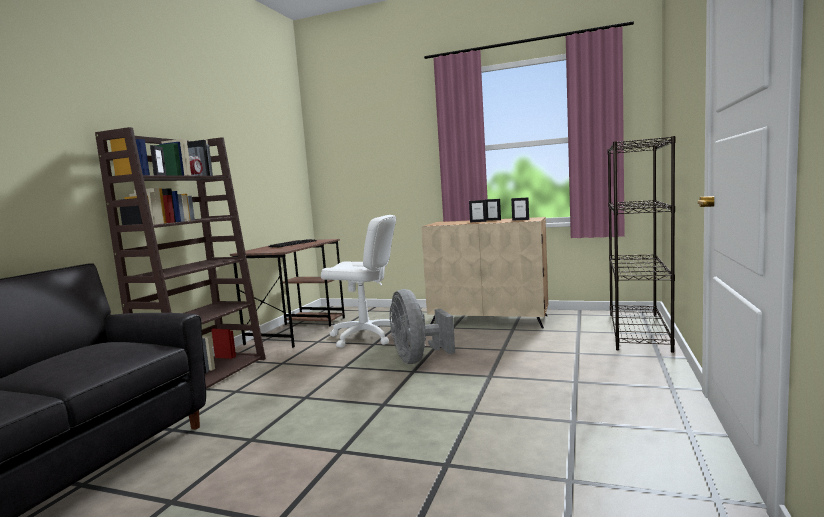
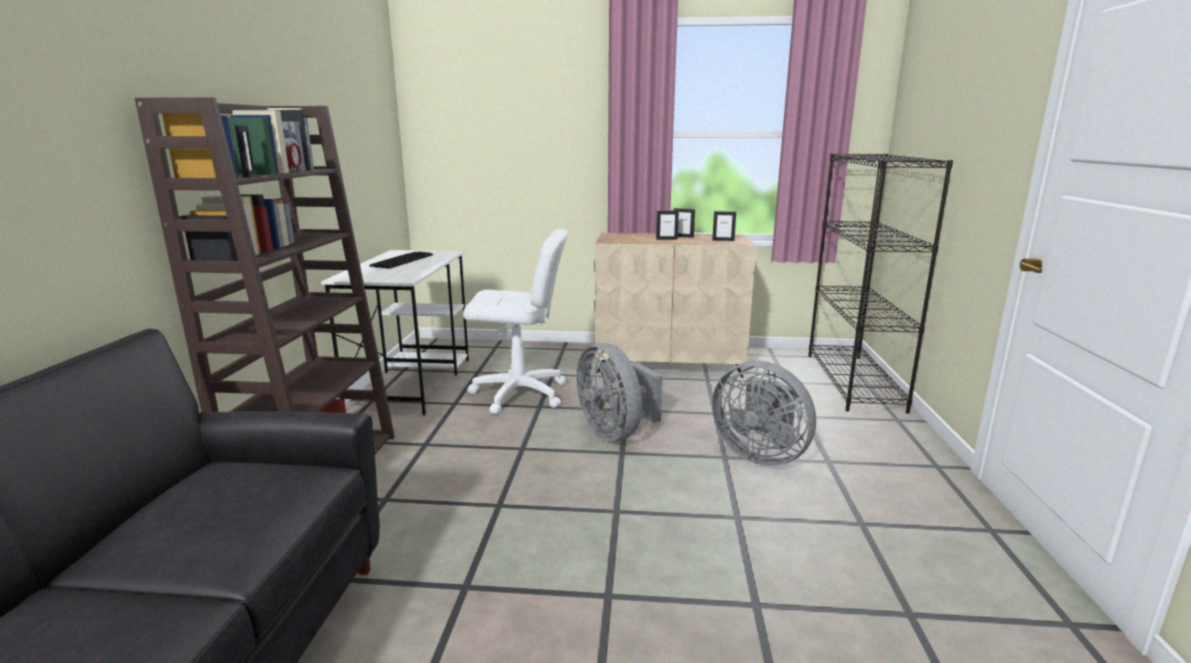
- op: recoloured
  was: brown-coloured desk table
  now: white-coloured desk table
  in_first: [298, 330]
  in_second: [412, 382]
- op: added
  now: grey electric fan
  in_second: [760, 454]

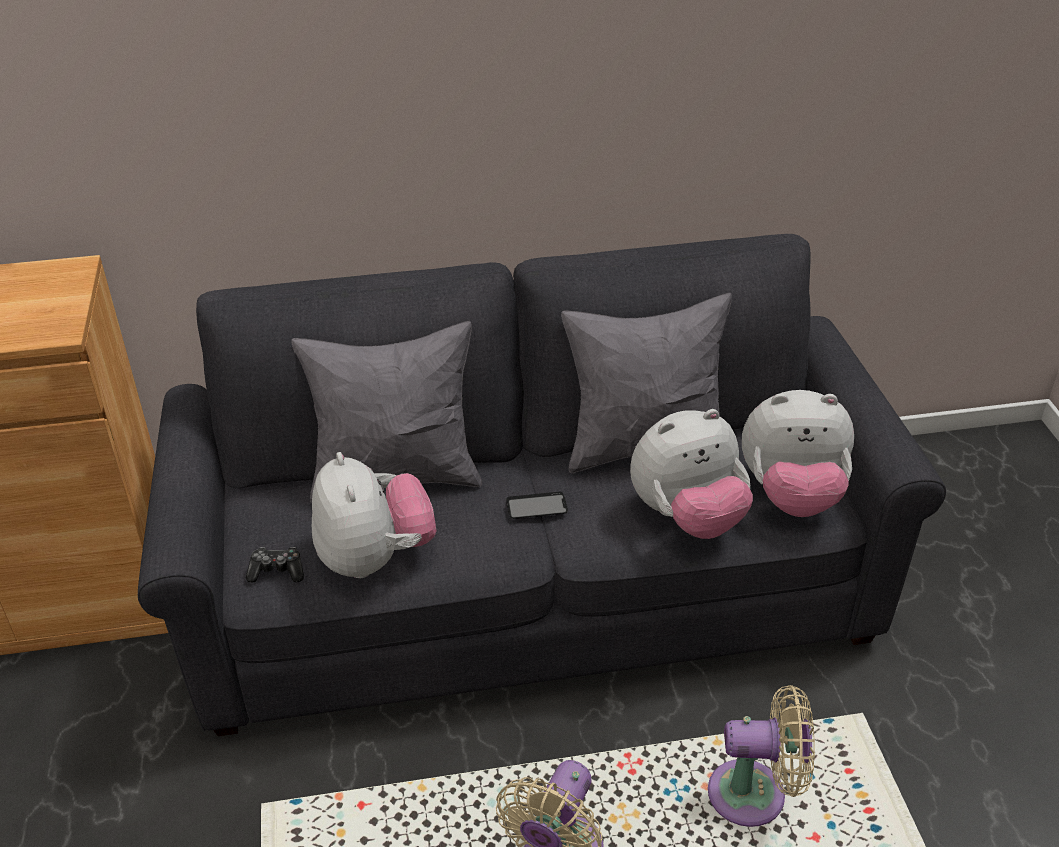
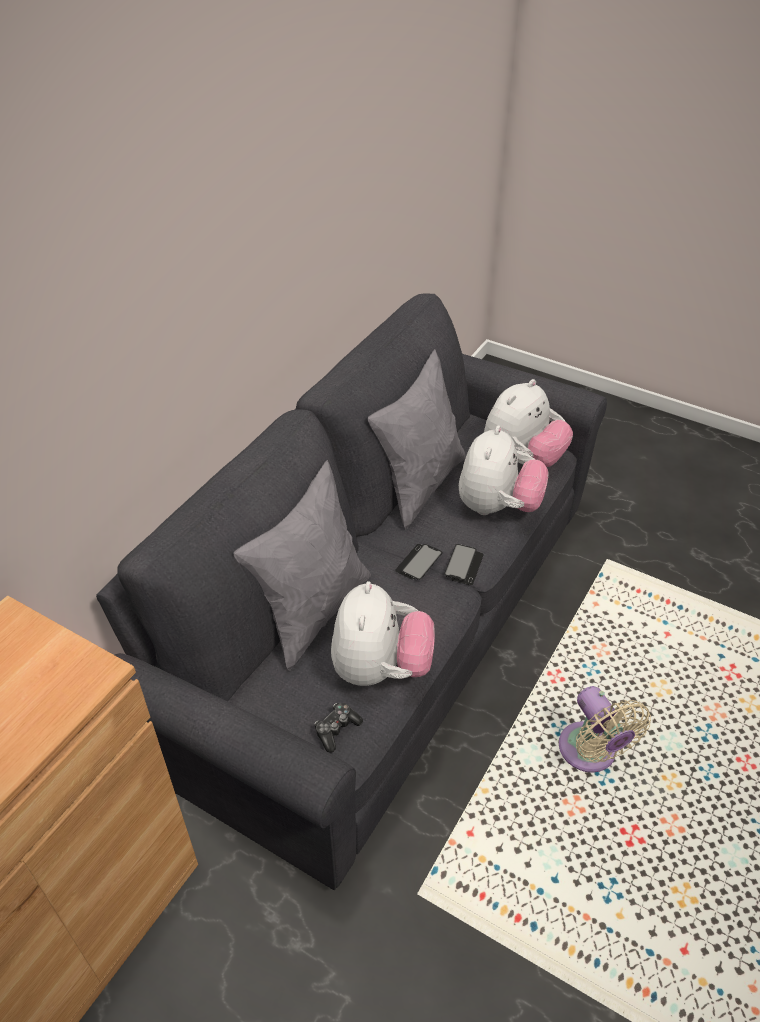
- op: turned
  was: soft toy
  in_first: [375, 558]
  in_second: [380, 668]
  clockwise: 75
- op: removed
  was: sand-coloured electric fan
  in_first: [755, 794]
- op: added
  now: telephone
  in_second: [464, 565]

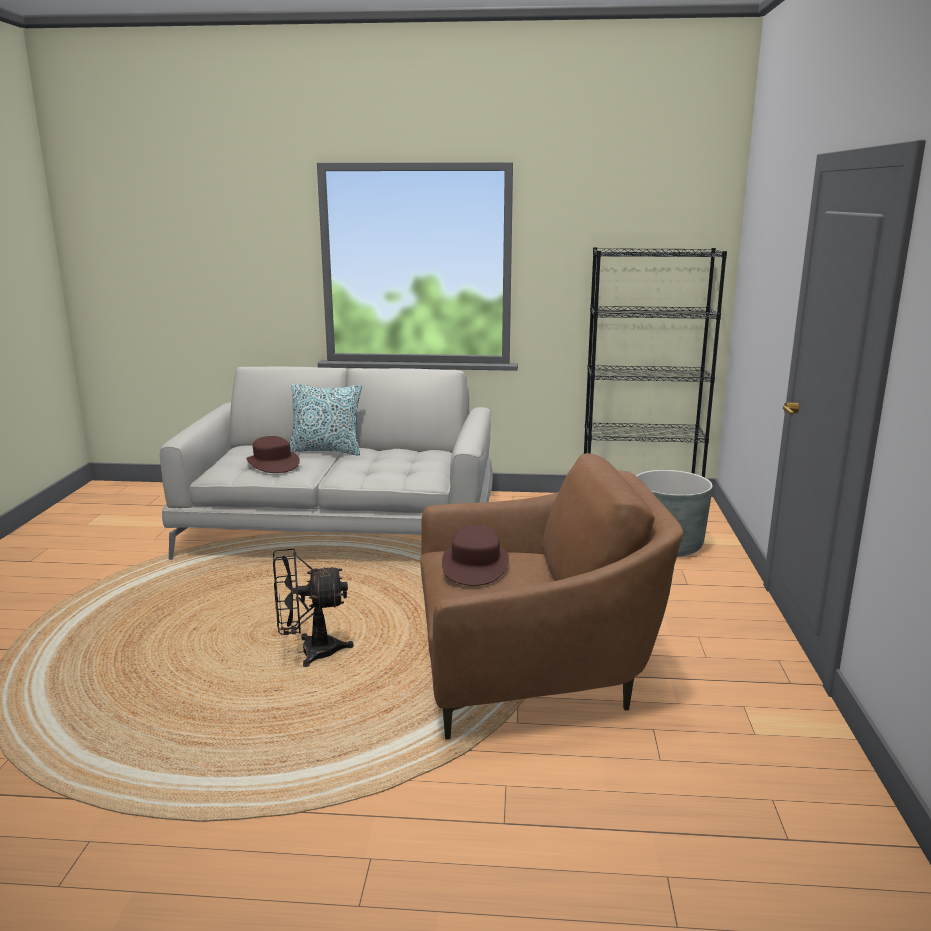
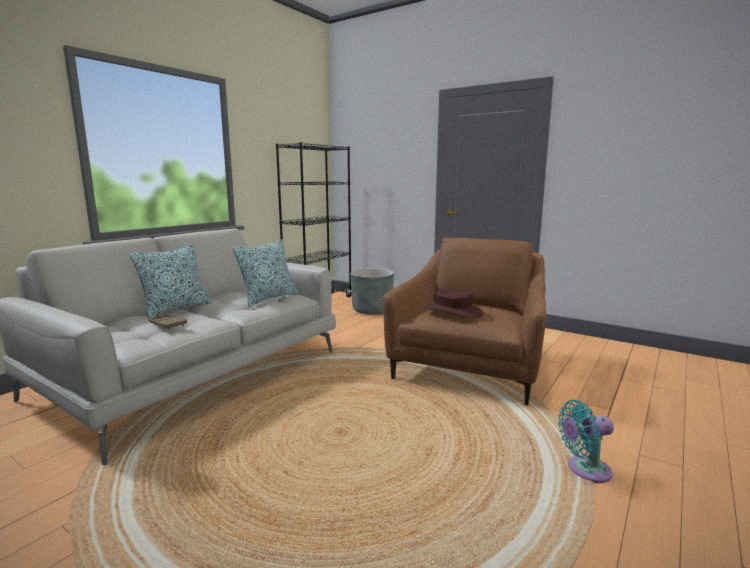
- op: replaced
  was: brown-coloured wearable hat
  now: brown-coloured serving tray
  in_first: [273, 463]
  in_second: [167, 325]
- op: removed
  was: black-coloured electric fan
  in_first: [309, 652]
- op: added
  now: throw pillow
  in_second: [268, 298]
- op: added
  now: turquoise-coloured electric fan
  in_second: [584, 470]

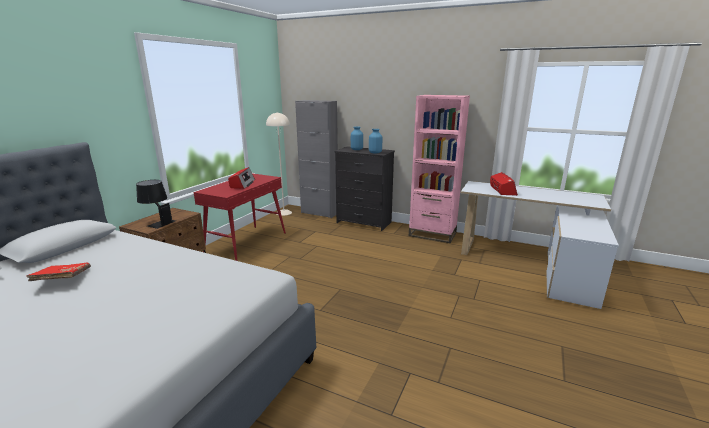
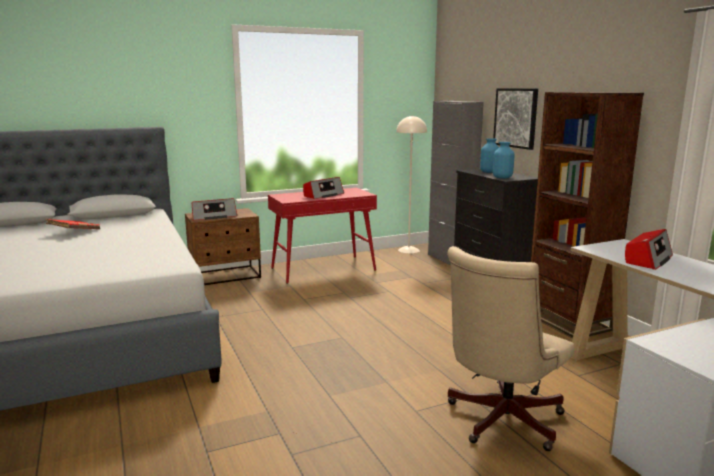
- op: replaced
  was: black-coloured tabletop lamp
  now: radio set
  in_first: [158, 222]
  in_second: [213, 216]
- op: recoloured
  was: pinkish shelving unit
  now: brown-coloured shelving unit
  in_first: [432, 234]
  in_second: [568, 321]
- op: added
  now: sand-coloured computer chair
  in_second: [500, 421]
- op: added
  now: wall art
  in_second: [516, 118]

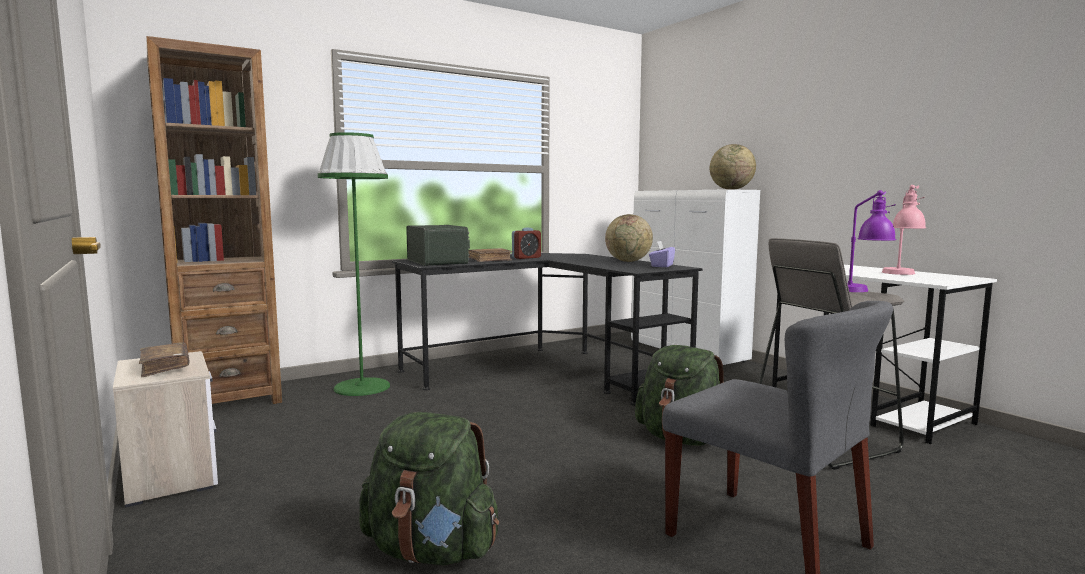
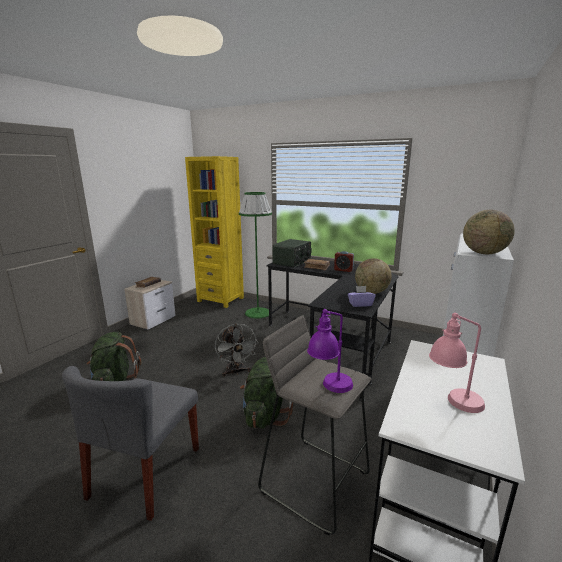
- op: recoloured
  was: brown-coloured shelving unit
  now: yellow shelving unit
  in_first: [228, 400]
  in_second: [220, 299]
- op: added
  now: grey electric fan
  in_second: [236, 372]

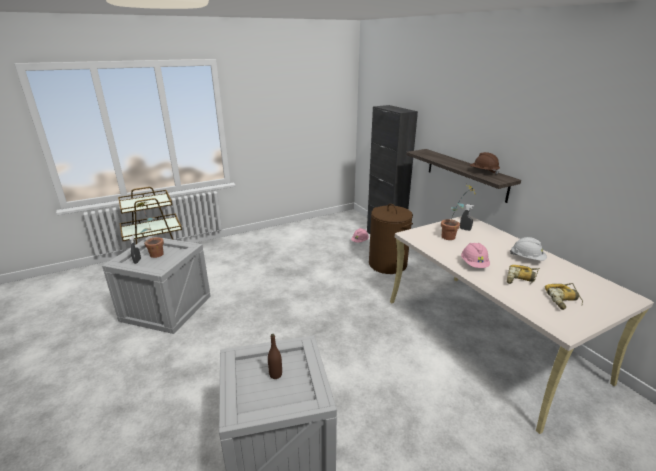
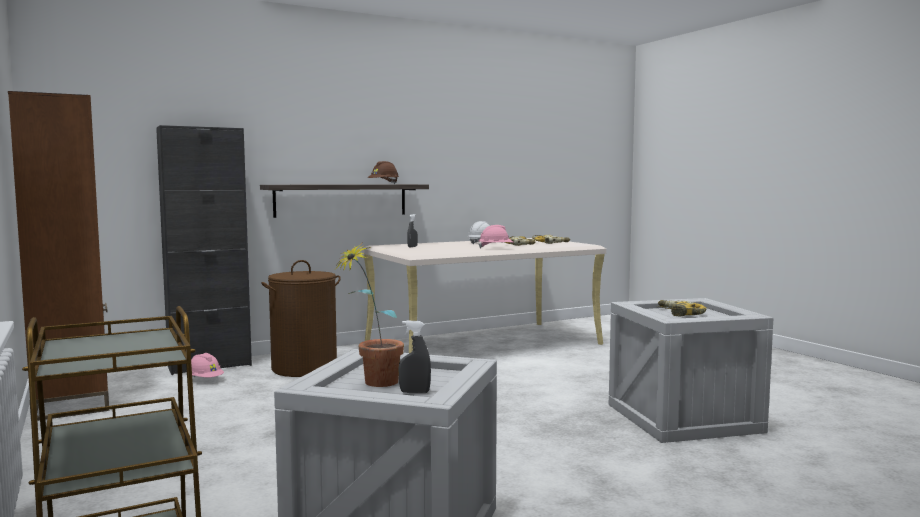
- op: replaced
  was: brown-coloured bottle
  now: power drill
  in_first: [275, 374]
  in_second: [678, 314]
- op: removed
  was: plant in a pot
  in_first: [452, 237]
- op: added
  now: brown-coloured shelving unit
  in_second: [72, 402]

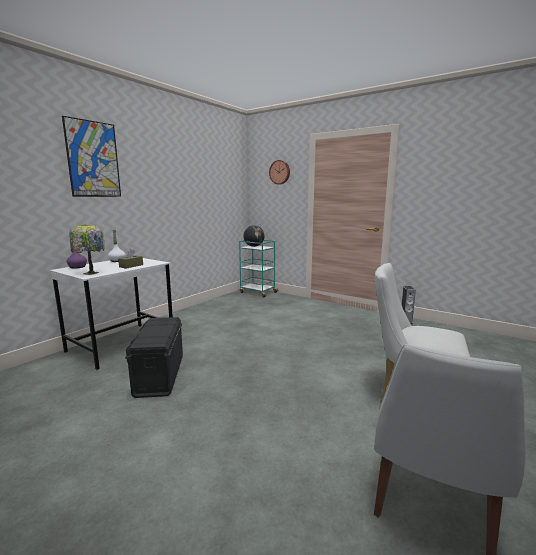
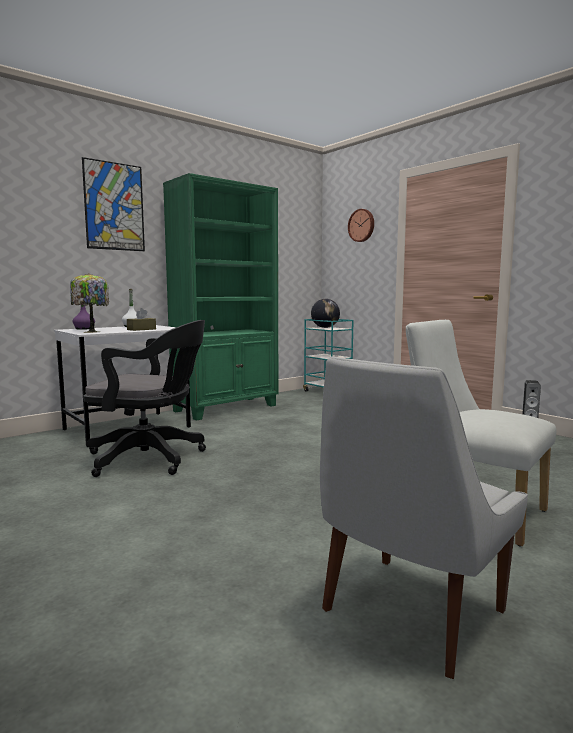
- op: replaced
  was: black-coloured storage bin
  now: black-coloured computer chair
  in_first: [159, 376]
  in_second: [151, 459]
- op: added
  now: greenish shelving unit
  in_second: [227, 408]

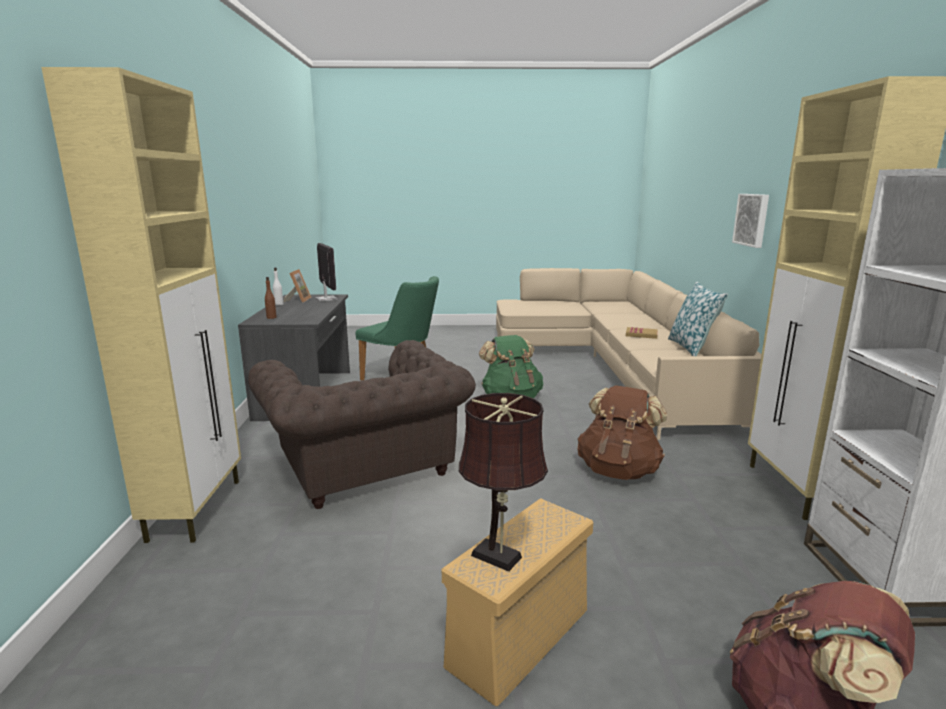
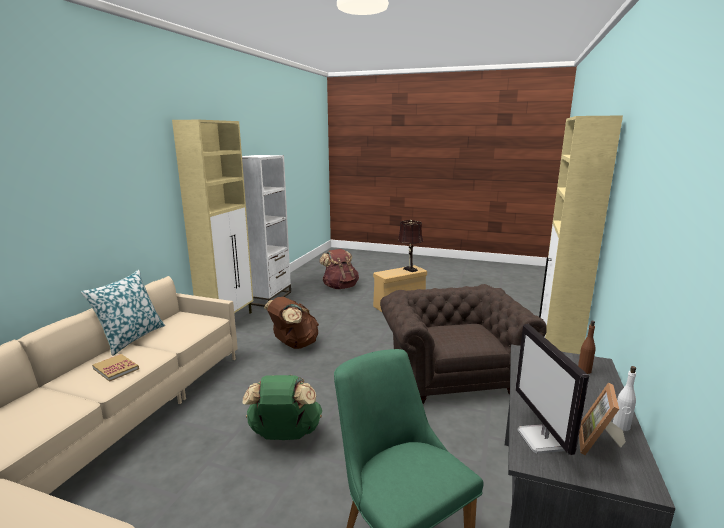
- op: removed
  was: wall art
  in_first: [752, 220]

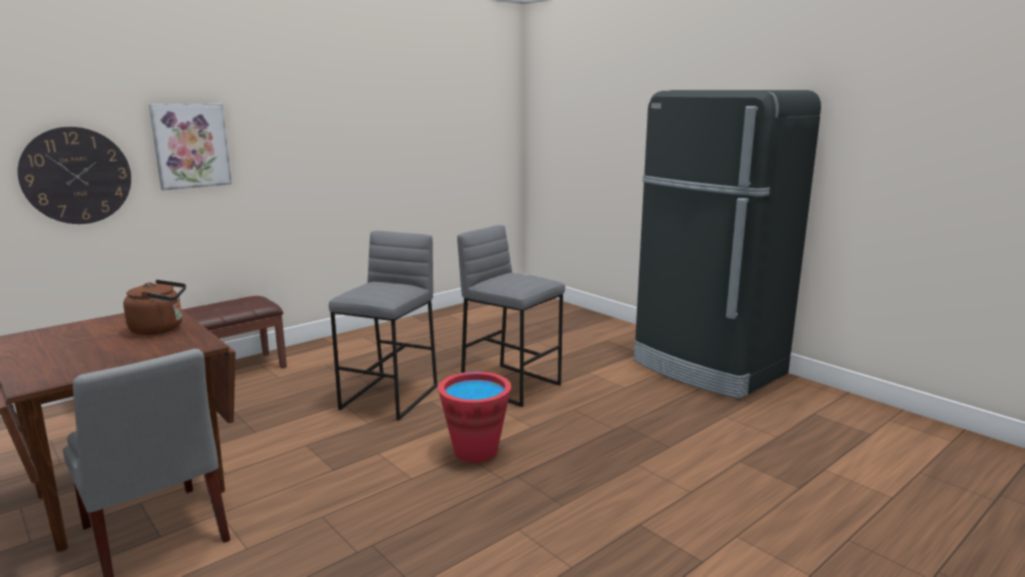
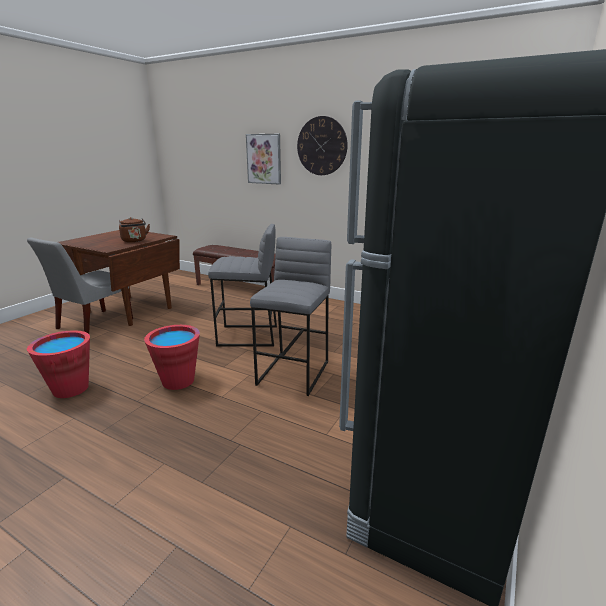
- op: moved
  was: hanging clock
  in_first: [76, 175]
  in_second: [322, 146]
- op: added
  now: red-coloured water bucket
  in_second: [70, 389]

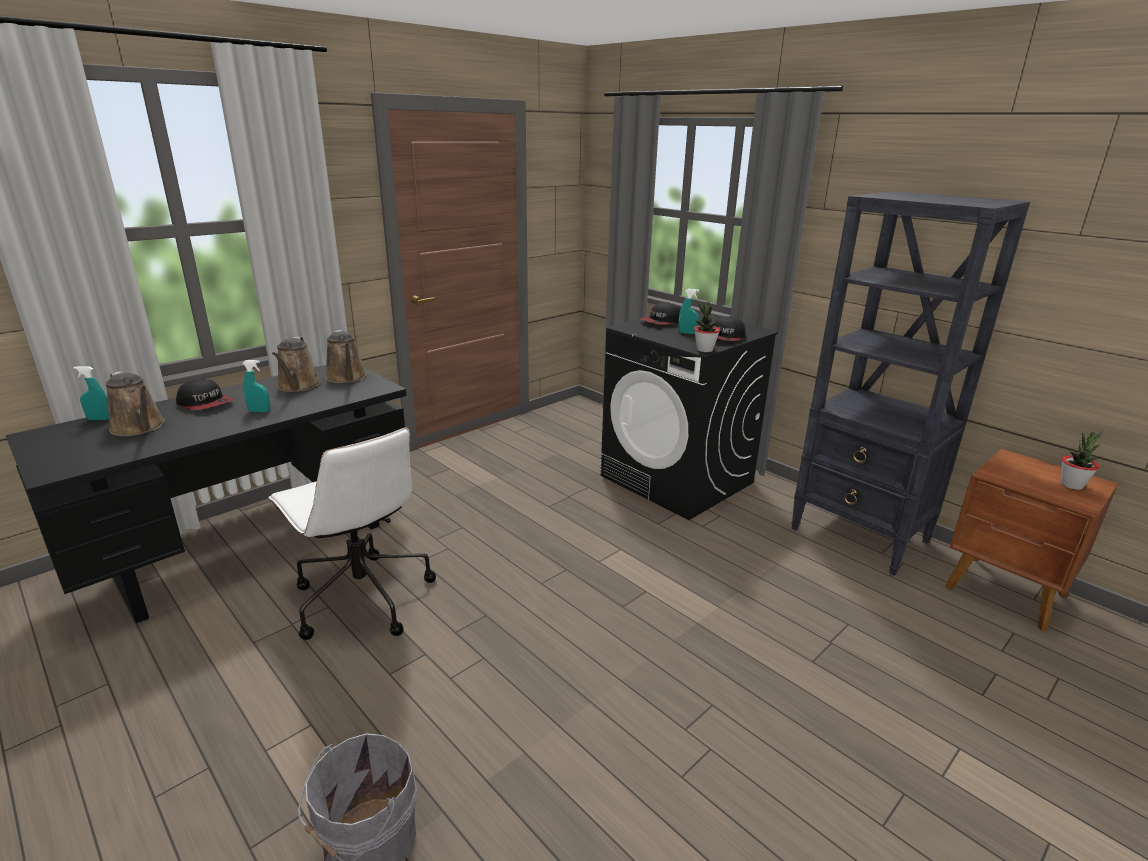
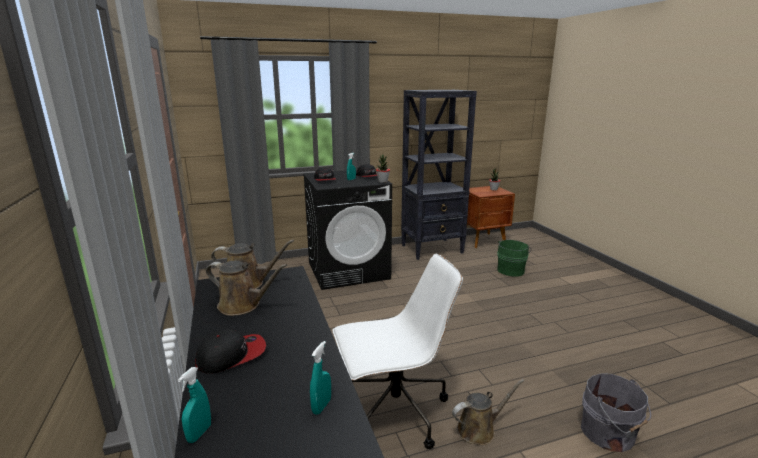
- op: moved
  was: brown-coloured watering pot
  in_first: [139, 428]
  in_second: [479, 429]
- op: moved
  was: turquoise-coloured spray bottle
  in_first: [259, 411]
  in_second: [321, 406]
- op: added
  now: greenish water bucket
  in_second: [511, 270]

